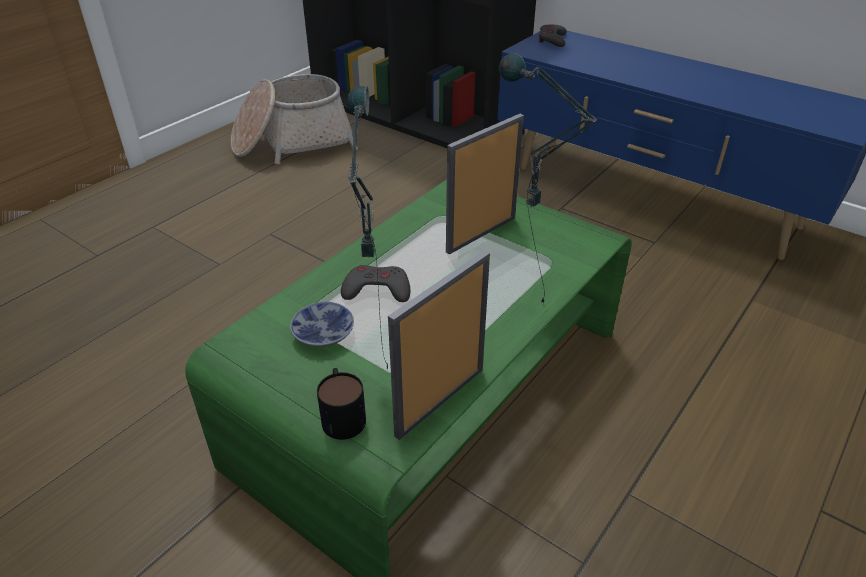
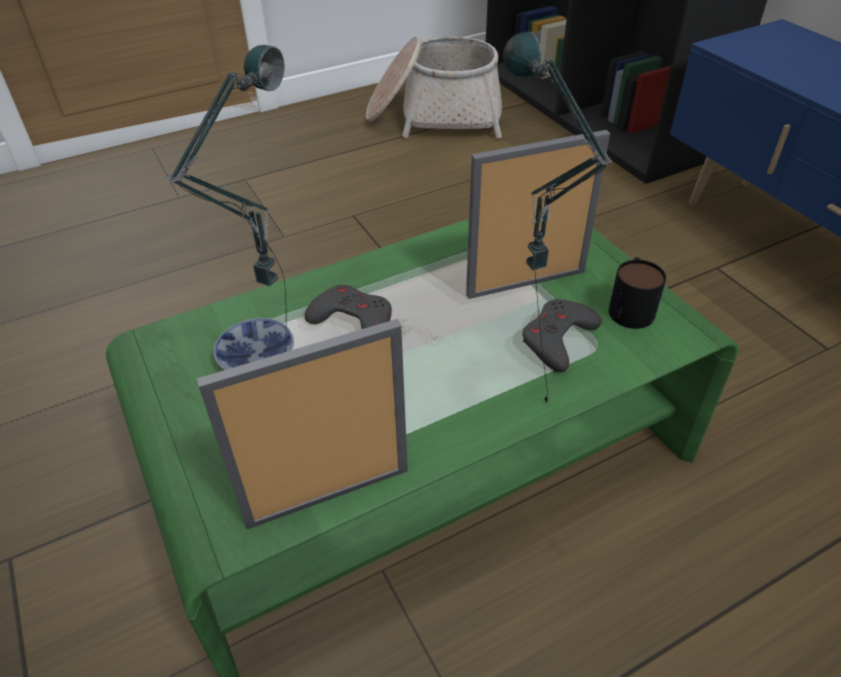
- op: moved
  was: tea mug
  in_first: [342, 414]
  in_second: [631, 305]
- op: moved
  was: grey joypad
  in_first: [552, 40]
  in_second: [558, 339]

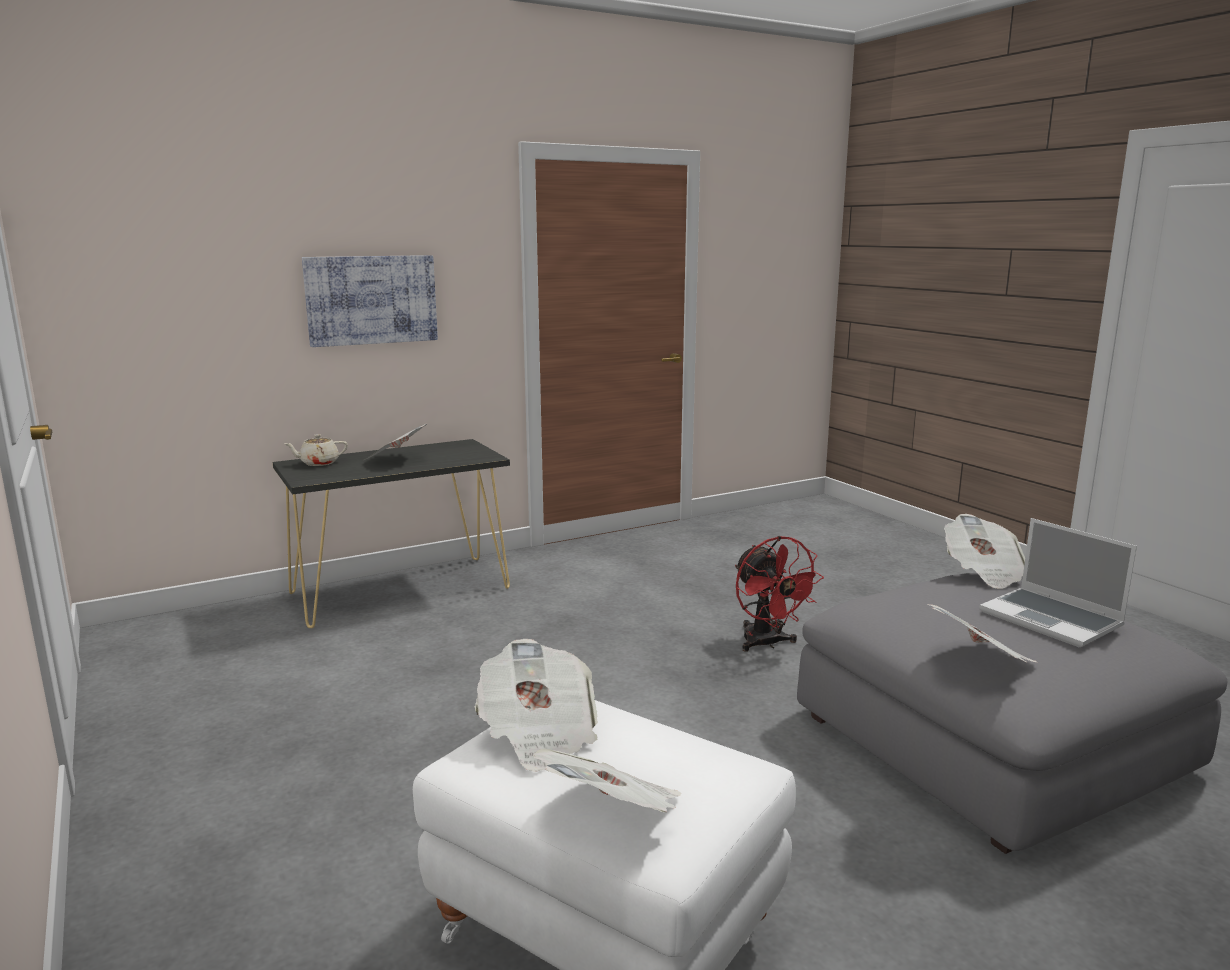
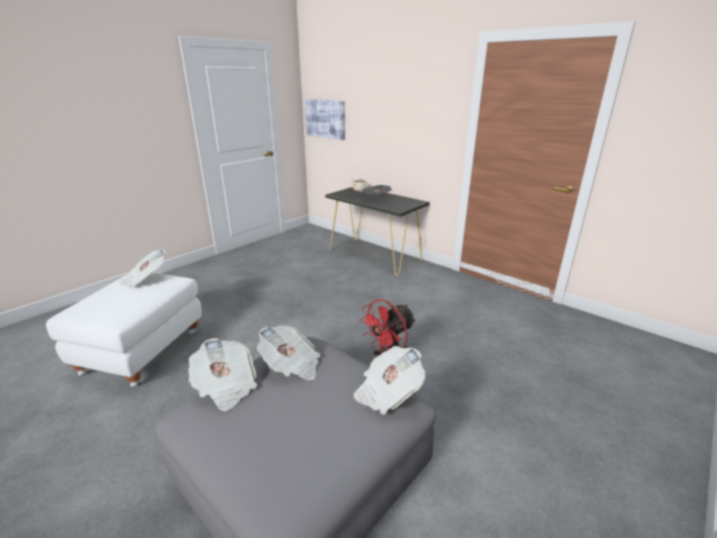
- op: moved
  was: wall art
  in_first: [371, 300]
  in_second: [325, 119]
- op: moved
  was: printed paper
  in_first: [612, 814]
  in_second: [291, 365]
- op: removed
  was: portable computer
  in_first: [1052, 619]

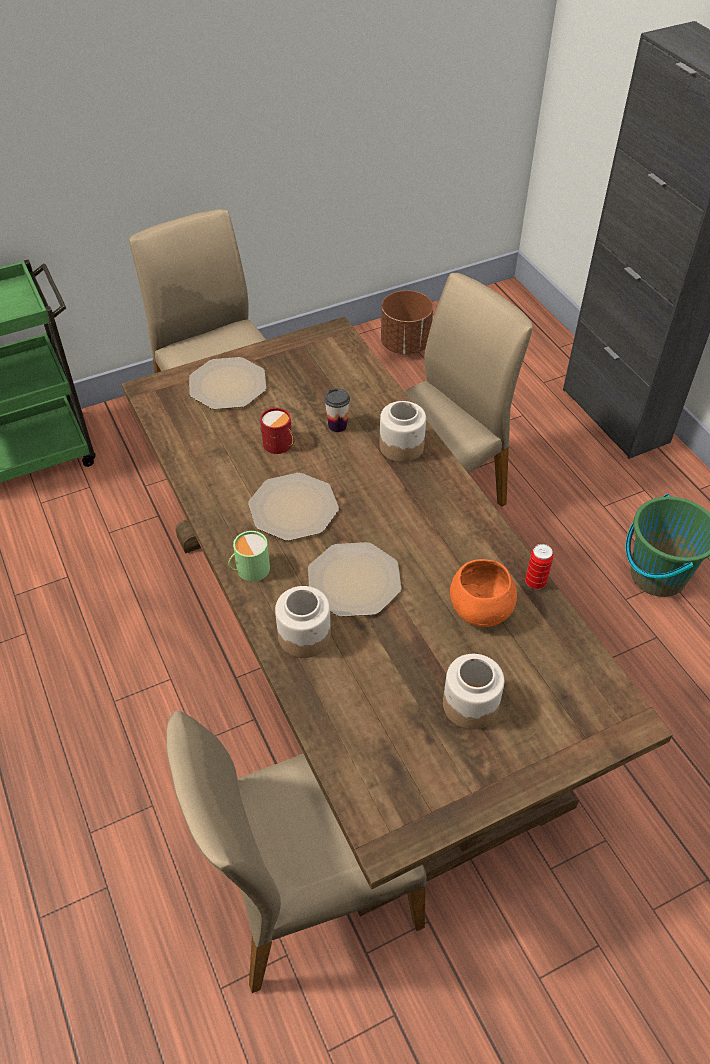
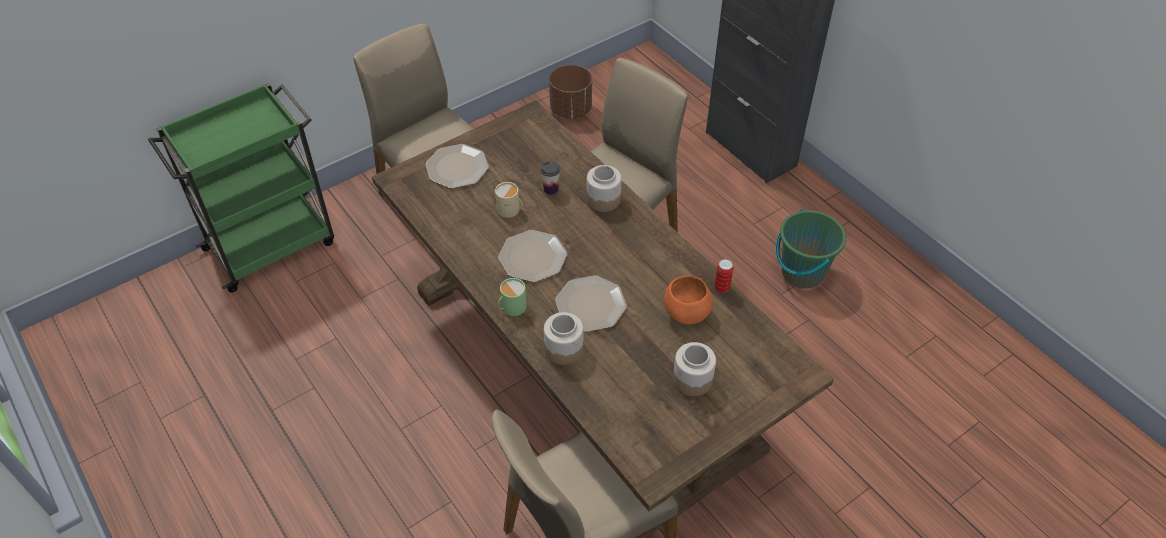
- op: recoloured
  was: red-coloured tea mug
  now: sand-coloured tea mug
  in_first: [280, 445]
  in_second: [510, 210]

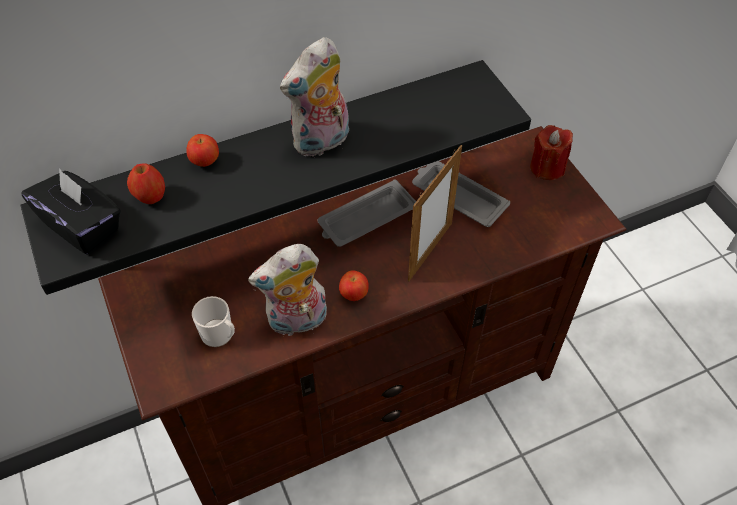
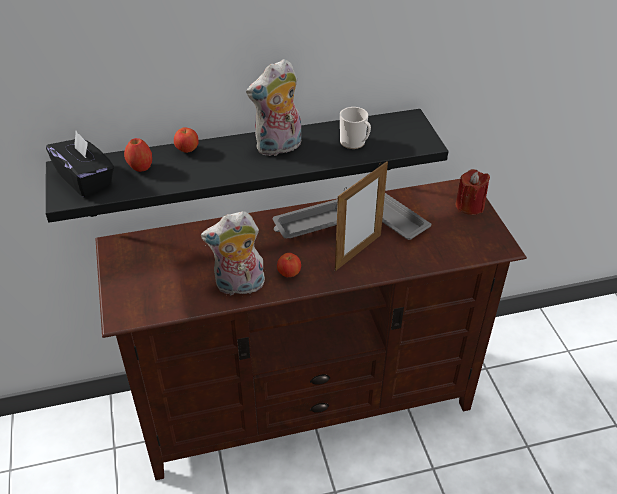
- op: moved
  was: tea mug
  in_first: [220, 335]
  in_second: [355, 143]

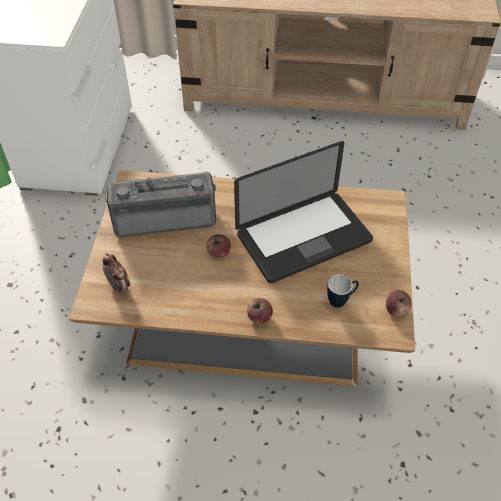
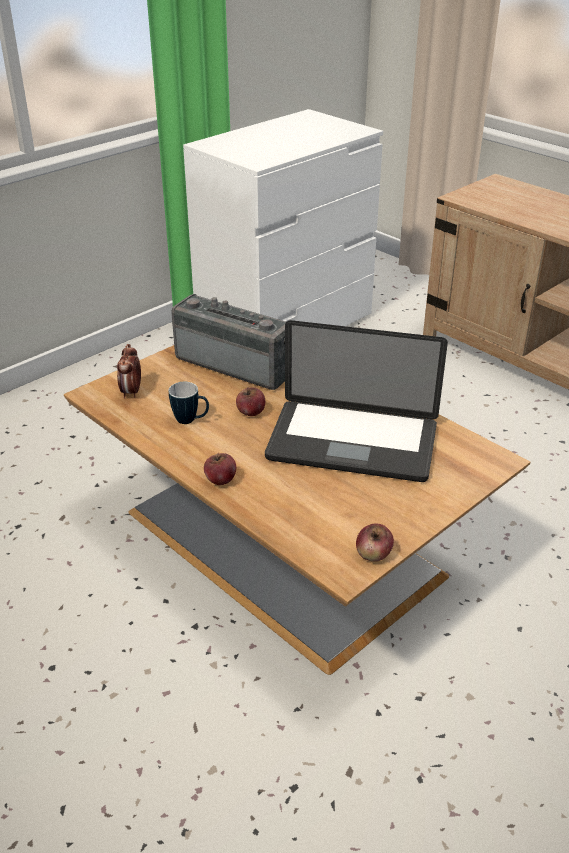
- op: moved
  was: tea mug
  in_first: [341, 300]
  in_second: [191, 420]

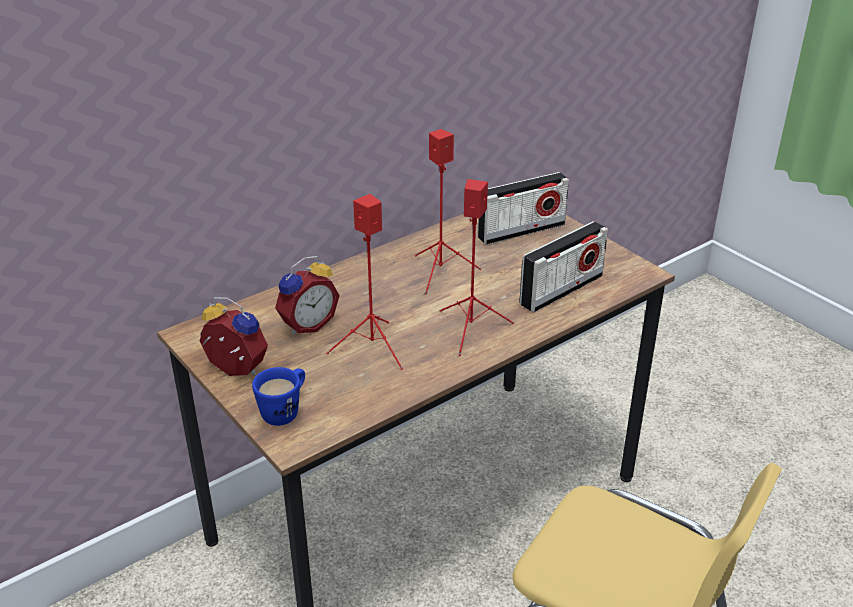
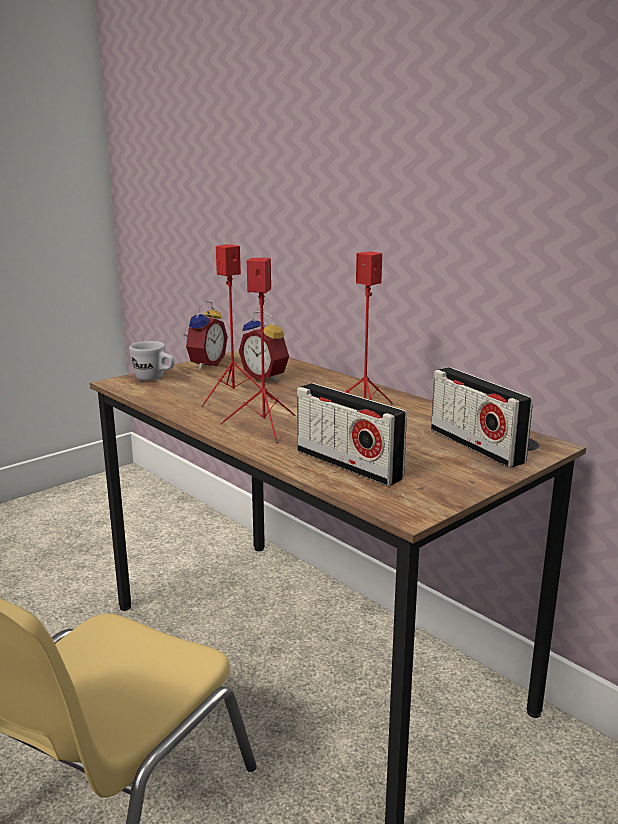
- op: recoloured
  was: blue tea mug
  now: white-coloured tea mug
  in_first: [285, 411]
  in_second: [155, 378]

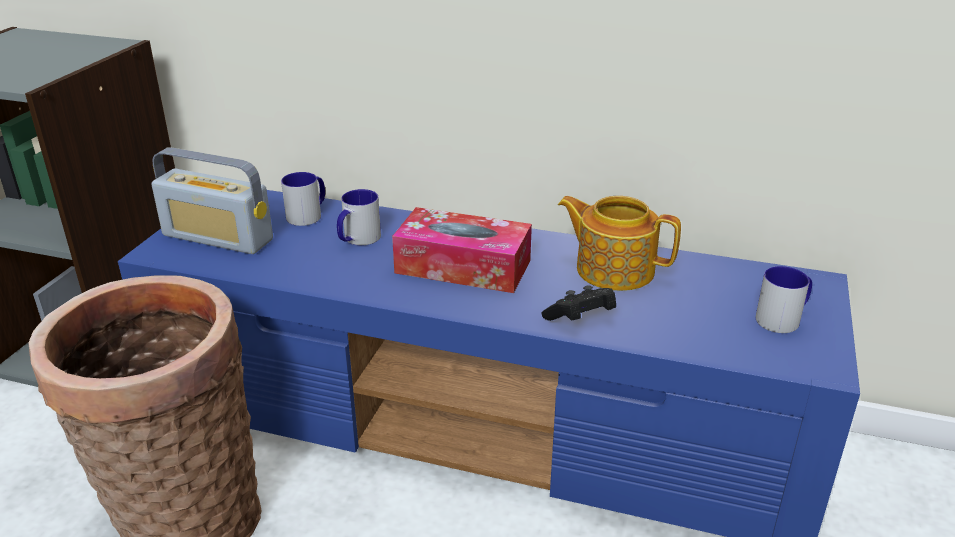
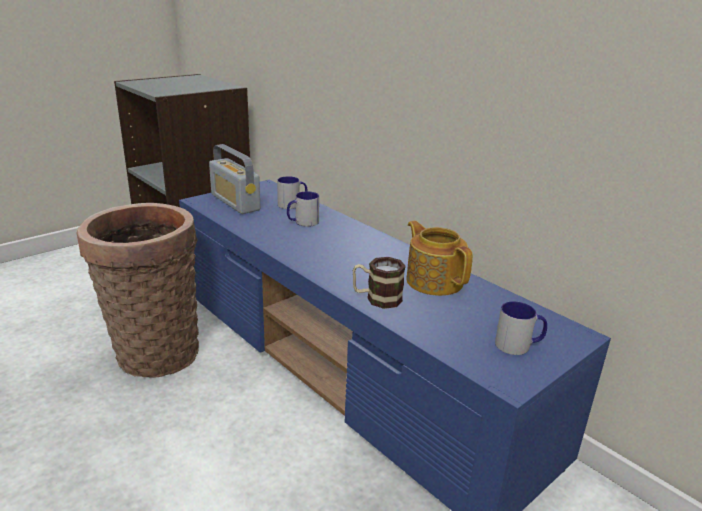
- op: removed
  was: tissue holder
  in_first: [463, 266]
- op: replaced
  was: black-coloured joypad
  now: tea mug
  in_first: [580, 319]
  in_second: [376, 298]

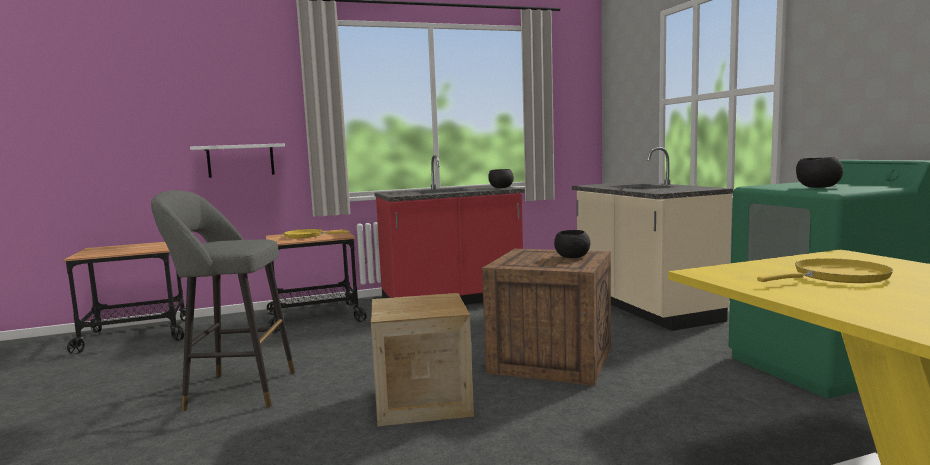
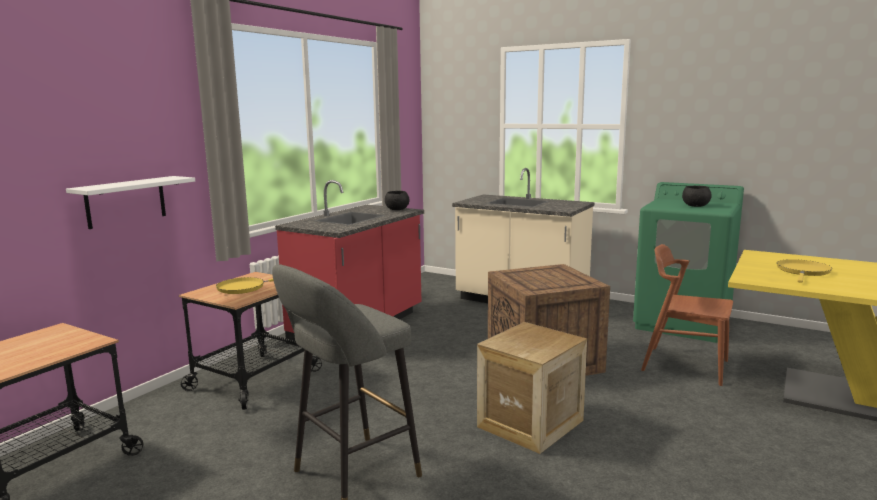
- op: removed
  was: black-coloured serving bowl
  in_first: [571, 257]
- op: added
  now: brown-coloured upright chair
  in_second: [684, 365]

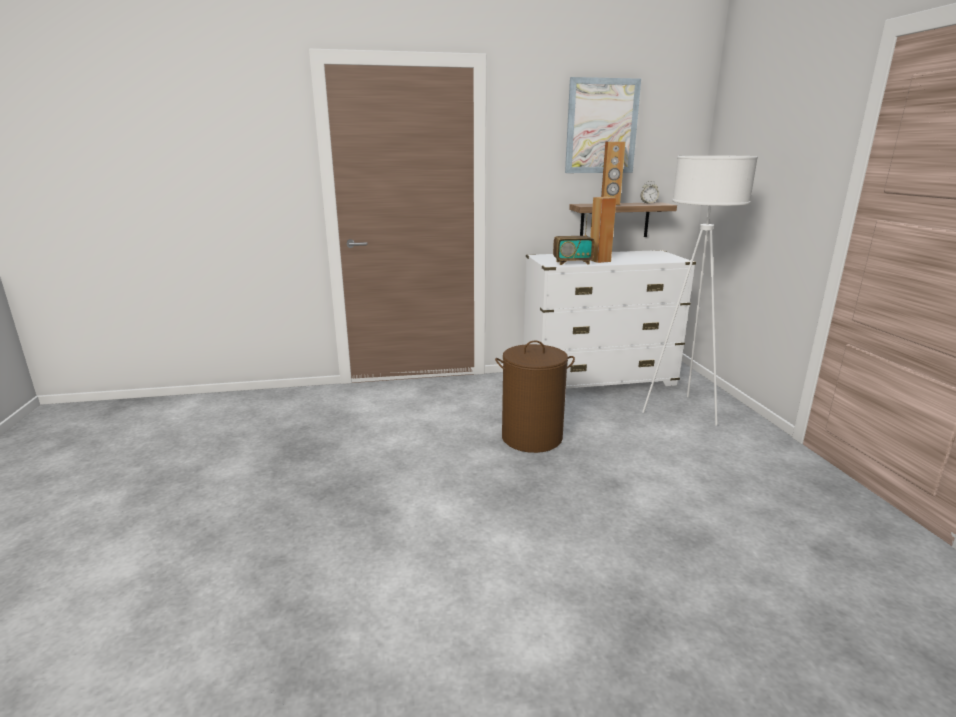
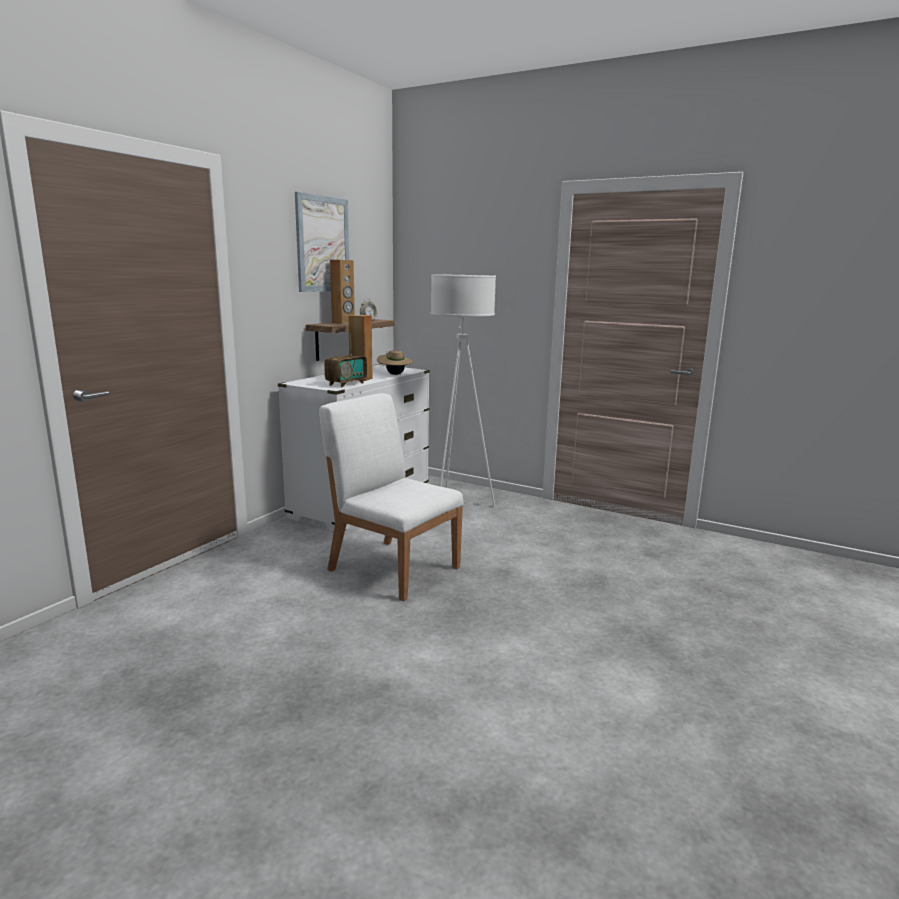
- op: replaced
  was: brown-coloured hamper
  now: white-coloured upright chair
  in_first: [532, 437]
  in_second: [393, 568]
- op: added
  now: sand-coloured wearable hat
  in_second: [394, 374]

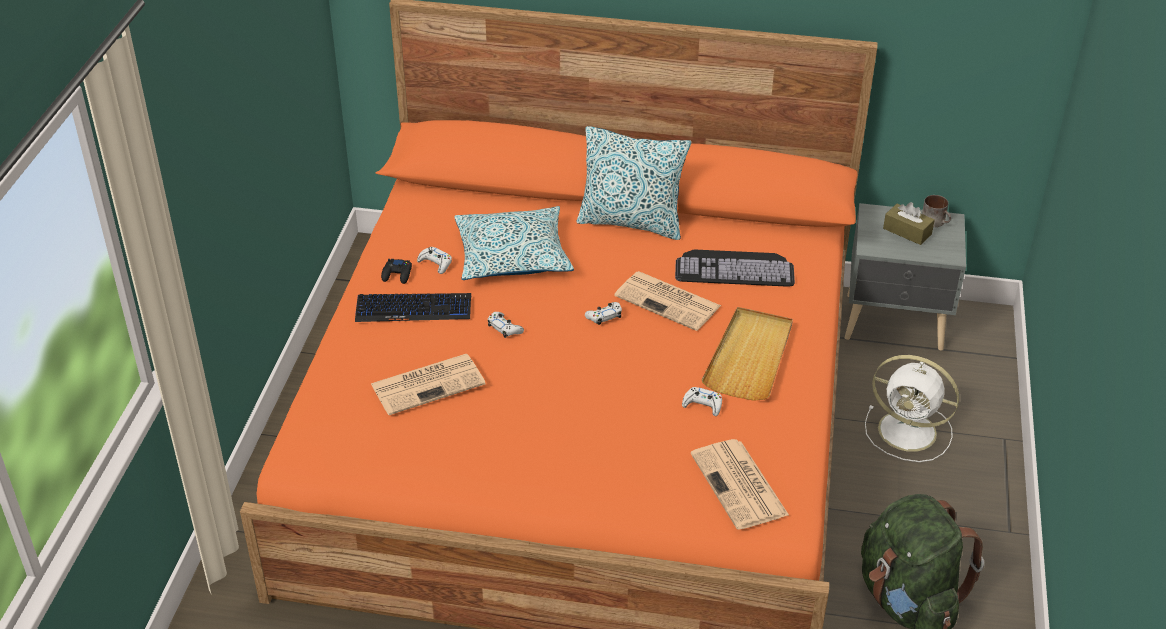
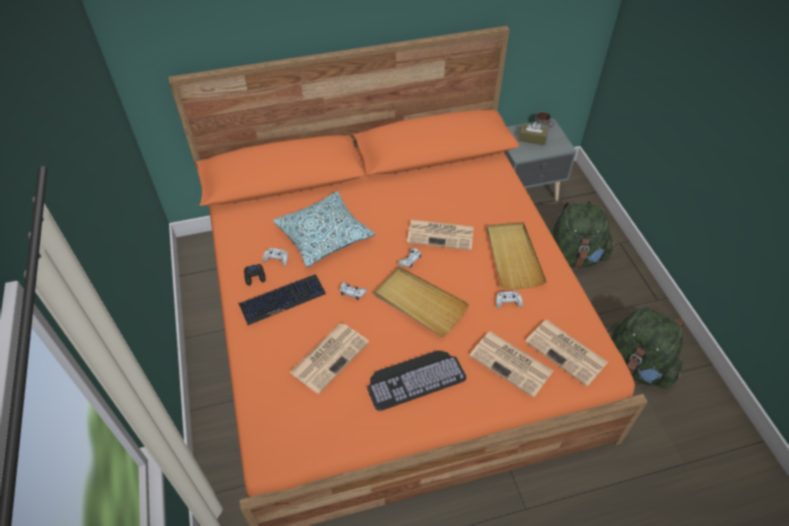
- op: removed
  was: throw pillow
  in_first: [631, 222]
- op: moved
  was: PC keyboard
  in_first: [735, 268]
  in_second: [415, 377]
- op: replaced
  was: white-coloured electric fan
  now: greenish rucksack
  in_first: [910, 432]
  in_second: [572, 257]
- op: added
  now: sand-coloured serving tray
  in_second: [419, 303]
- op: added
  now: printed paper
  in_second: [512, 363]

